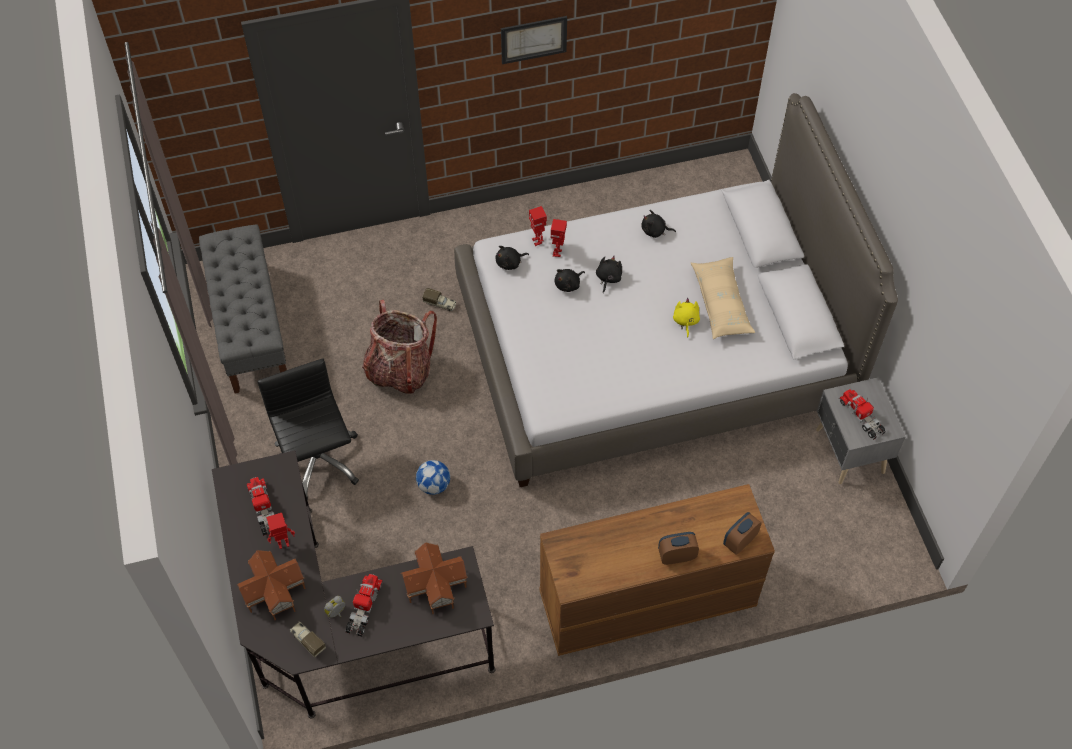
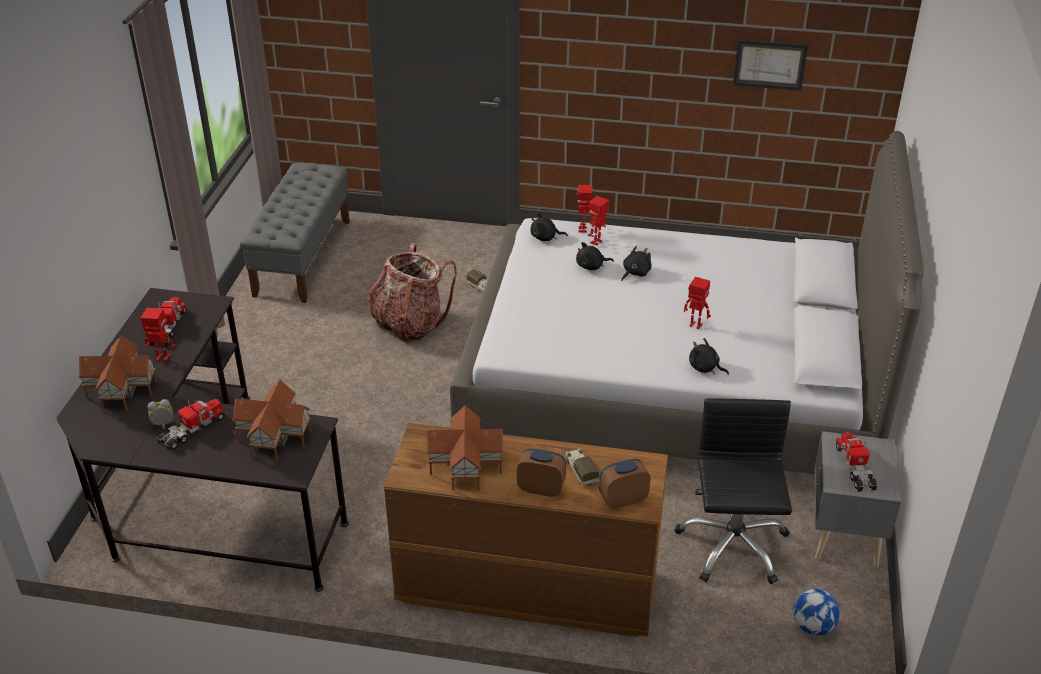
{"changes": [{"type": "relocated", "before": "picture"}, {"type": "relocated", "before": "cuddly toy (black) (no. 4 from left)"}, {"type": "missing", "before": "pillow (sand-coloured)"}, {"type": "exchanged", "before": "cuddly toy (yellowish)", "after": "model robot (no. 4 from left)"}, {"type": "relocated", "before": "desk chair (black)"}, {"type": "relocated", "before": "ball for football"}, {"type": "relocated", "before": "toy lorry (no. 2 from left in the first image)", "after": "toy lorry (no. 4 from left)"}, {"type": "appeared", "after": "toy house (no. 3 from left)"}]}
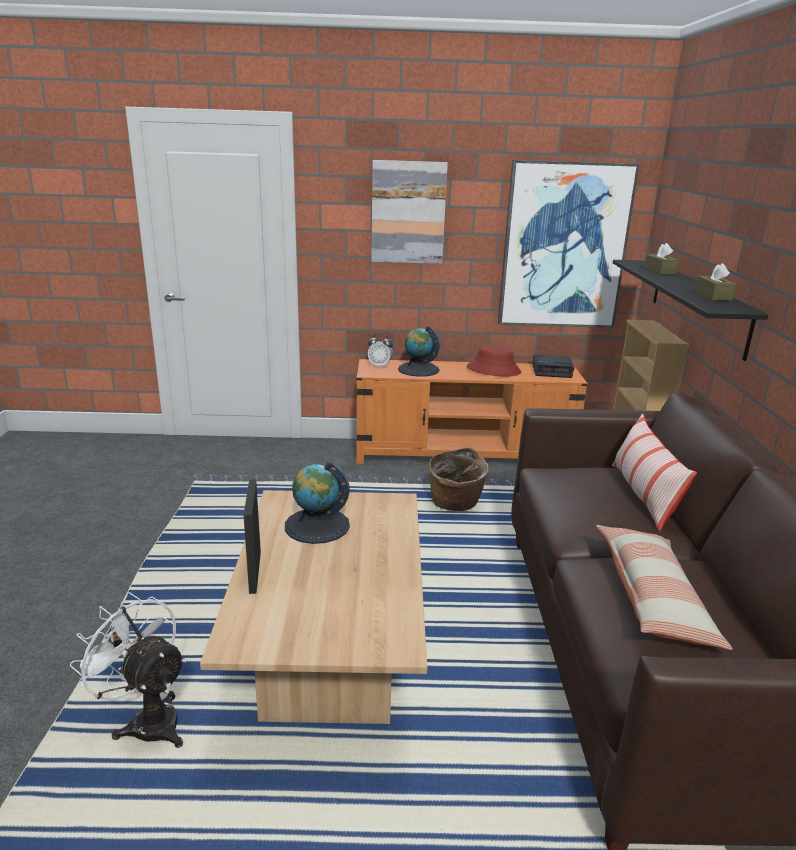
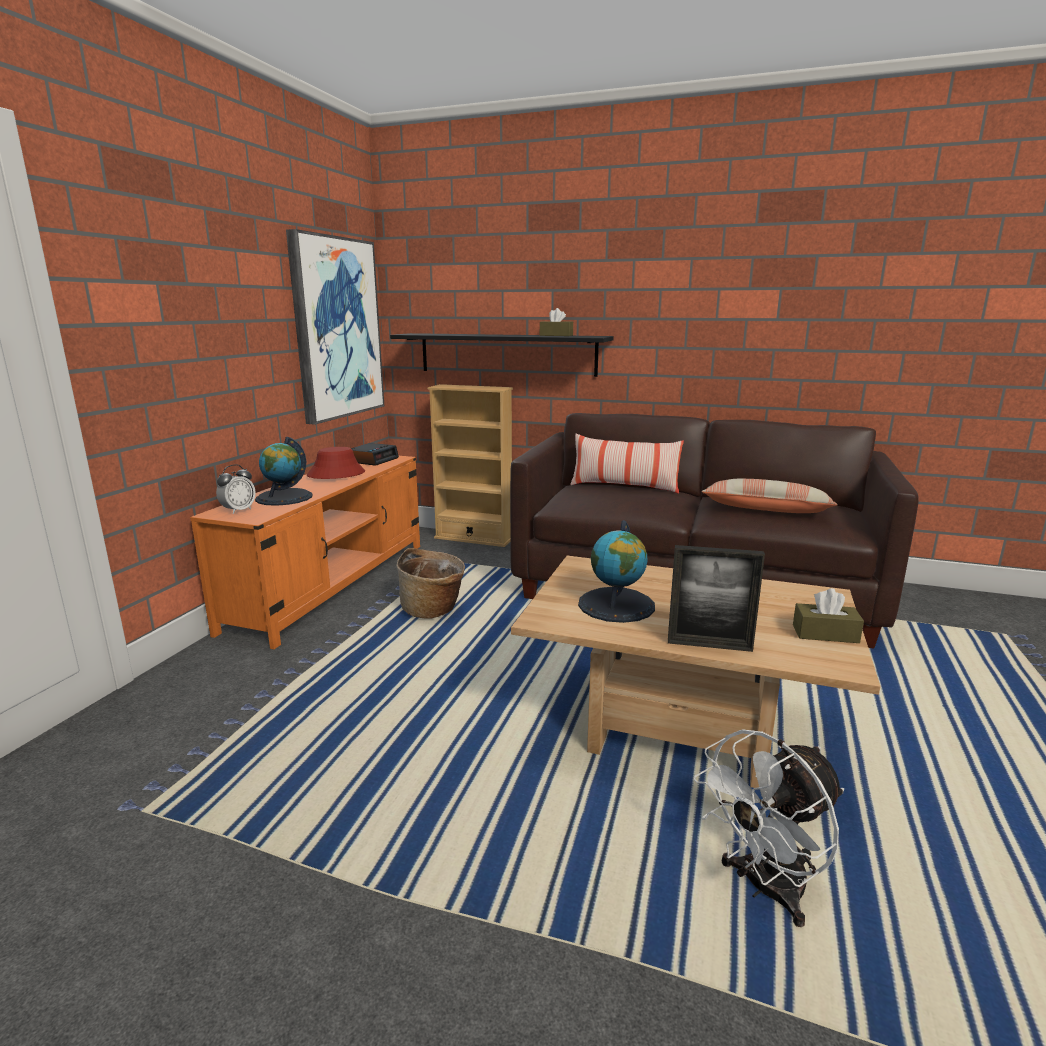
{"changes": [{"type": "missing", "before": "picture (no. 1 from left)"}, {"type": "relocated", "before": "box of tissues (brown-coloured) (no. 1 from left in the first image)", "after": "box of tissues (brown-coloured) (no. 2 from left)"}]}
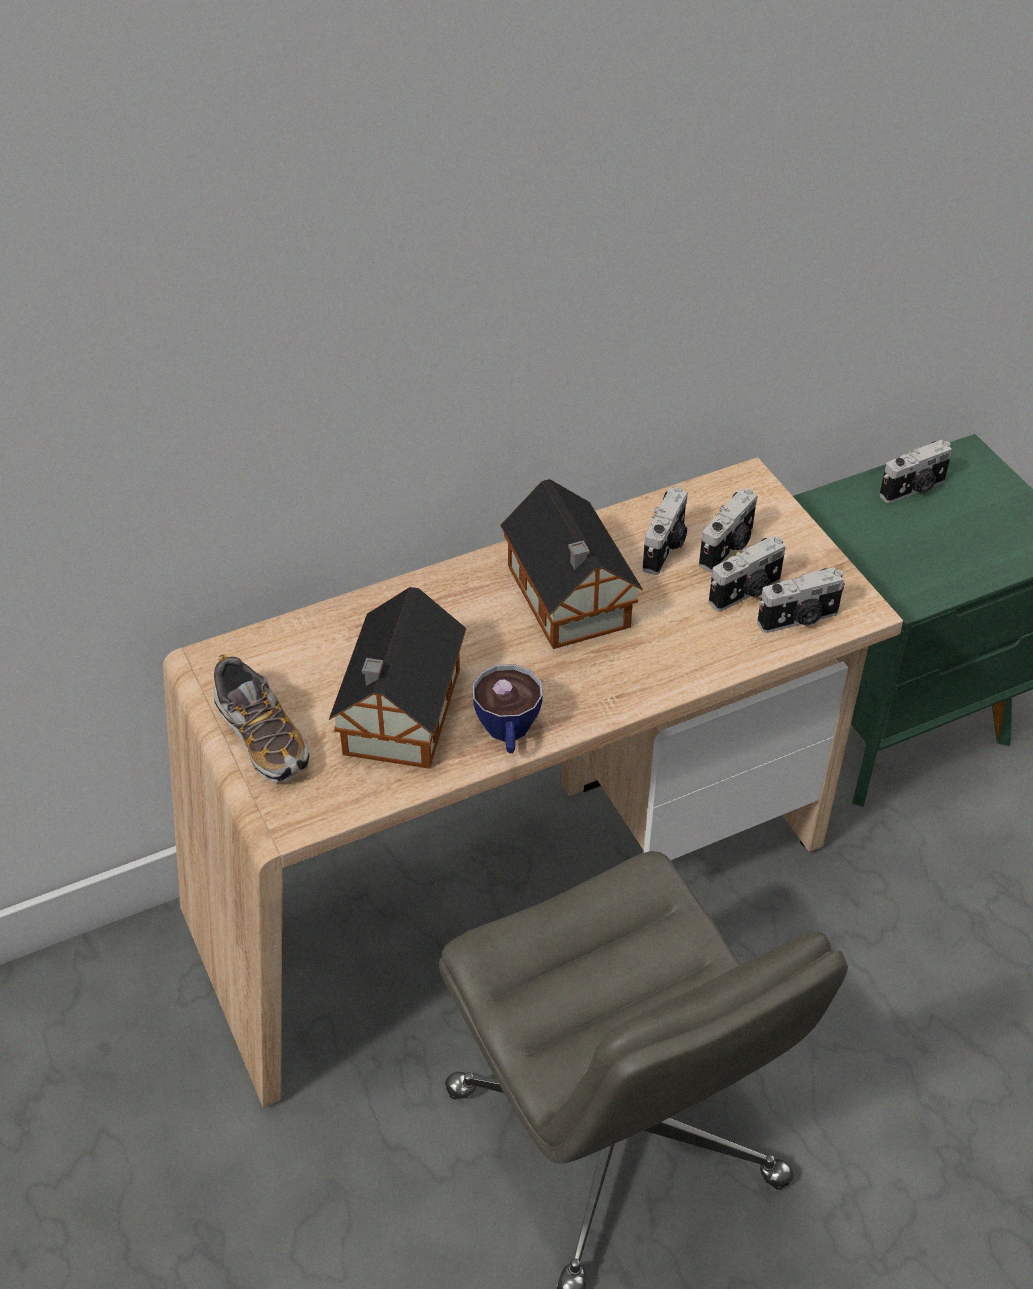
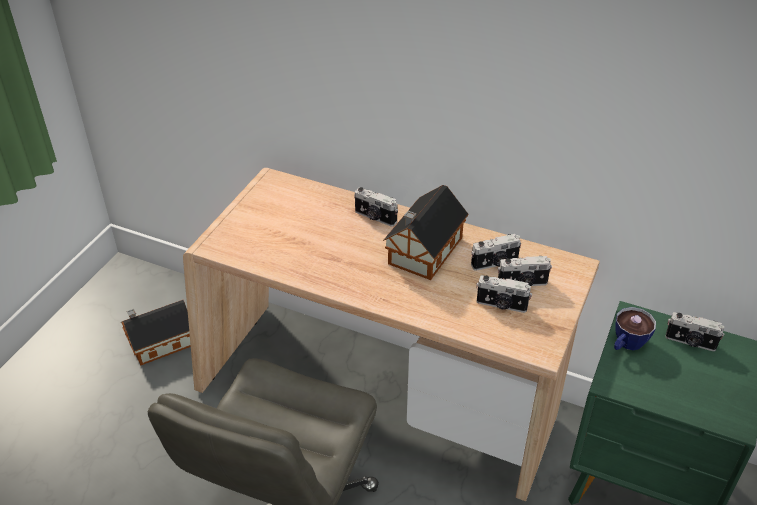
{"changes": [{"type": "relocated", "before": "photo camera (no. 4 from left in the first image)", "after": "photo camera (no. 1 from left)"}, {"type": "relocated", "before": "toy house (no. 1 from left)"}, {"type": "missing", "before": "shoe"}, {"type": "relocated", "before": "small cup"}]}
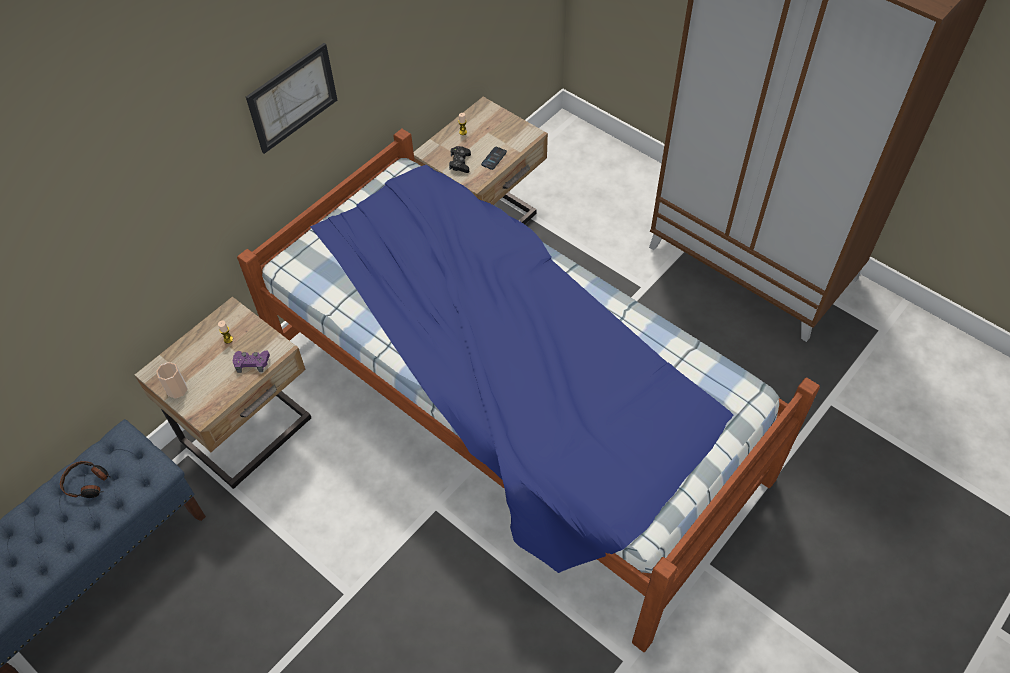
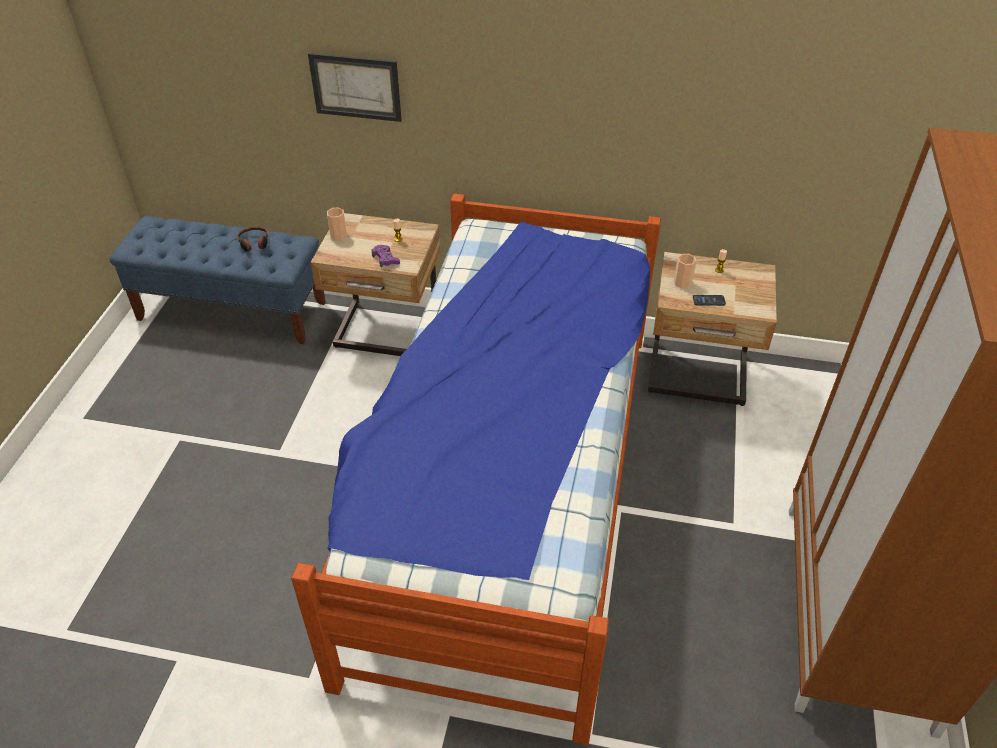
{"changes": [{"type": "relocated", "before": "picture"}, {"type": "exchanged", "before": "game controller (black)", "after": "small cup (no. 2 from left)"}]}
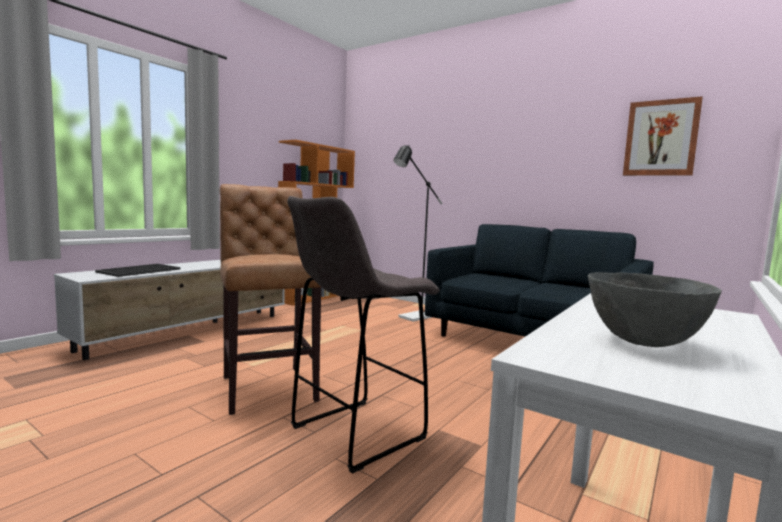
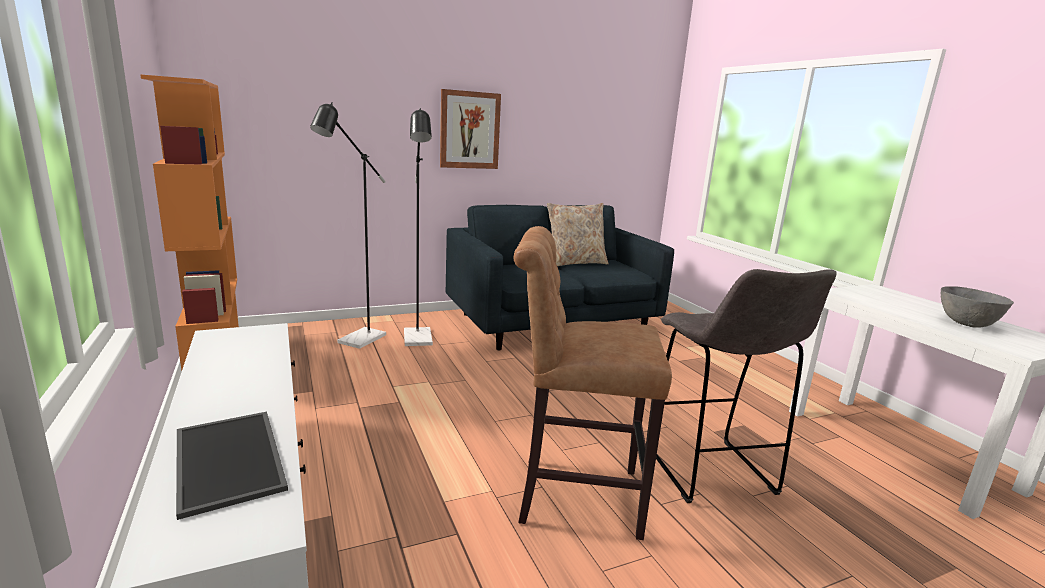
{"changes": [{"type": "relocated", "before": "picture"}, {"type": "appeared", "after": "floor lamp (black) (no. 1 from left)"}, {"type": "appeared", "after": "pillow (sand-coloured)"}]}
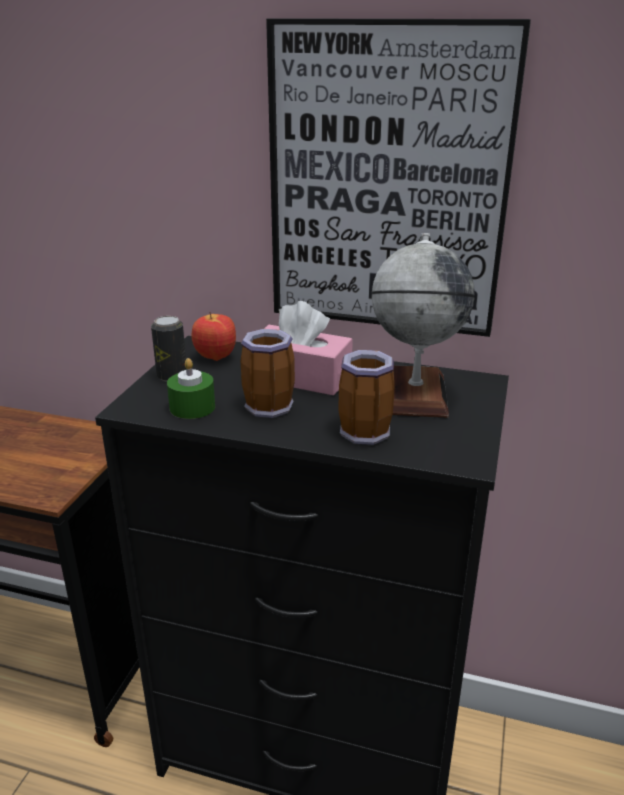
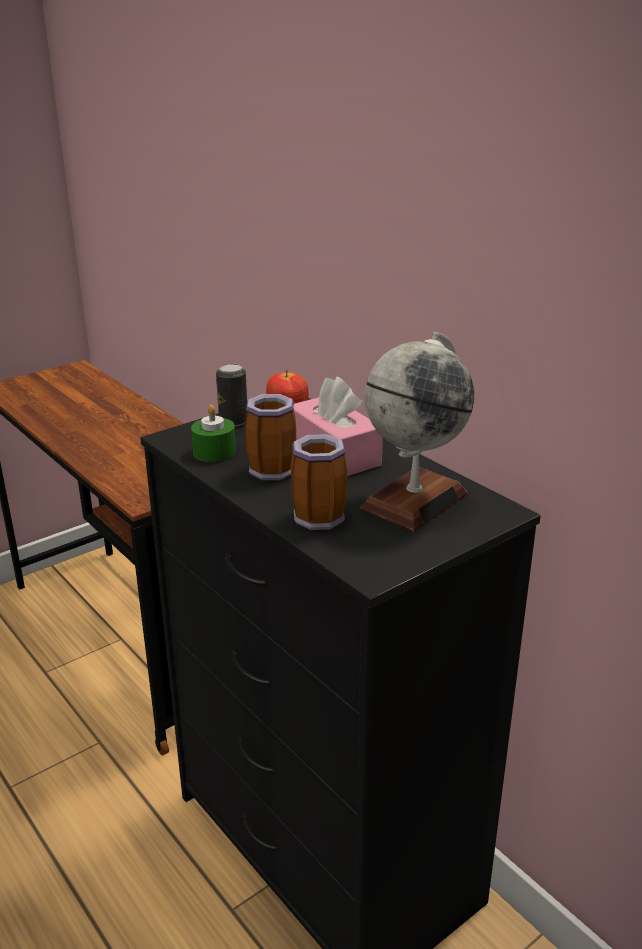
{"changes": [{"type": "missing", "before": "picture"}]}
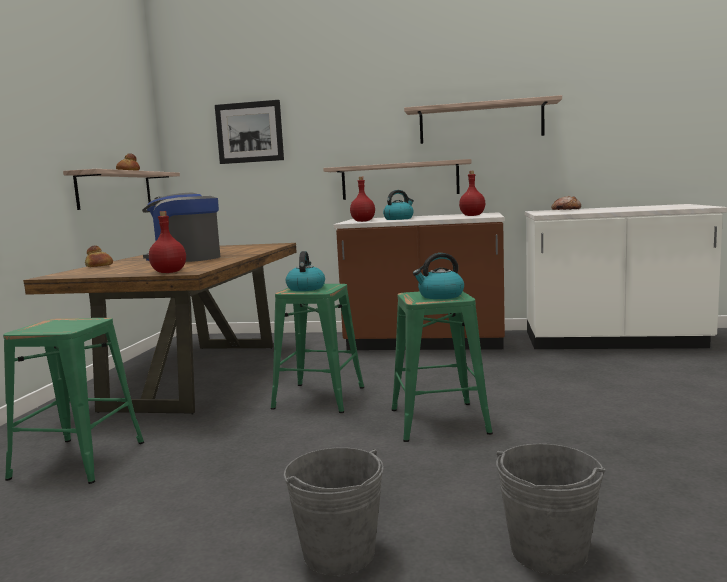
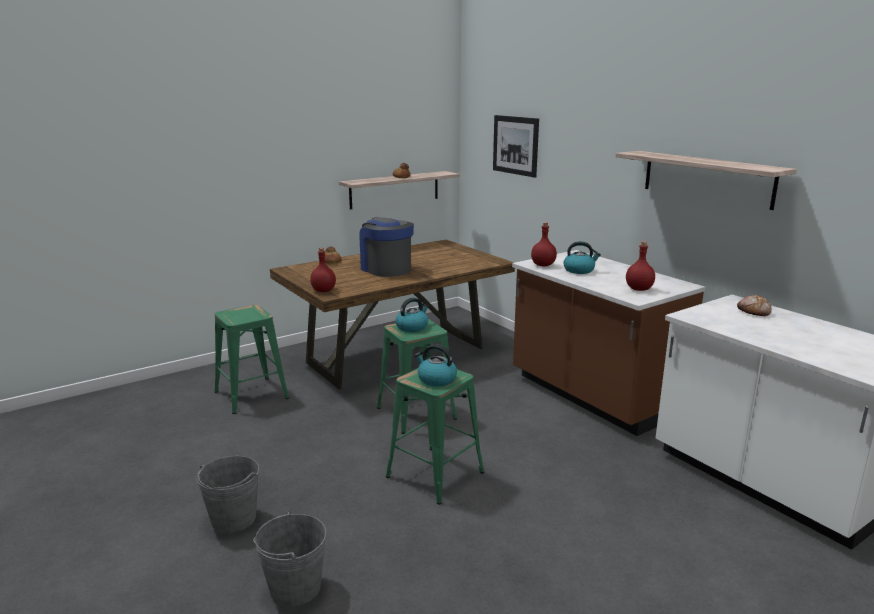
{"changes": [{"type": "missing", "before": "wall shelf (no. 2 from left)"}]}
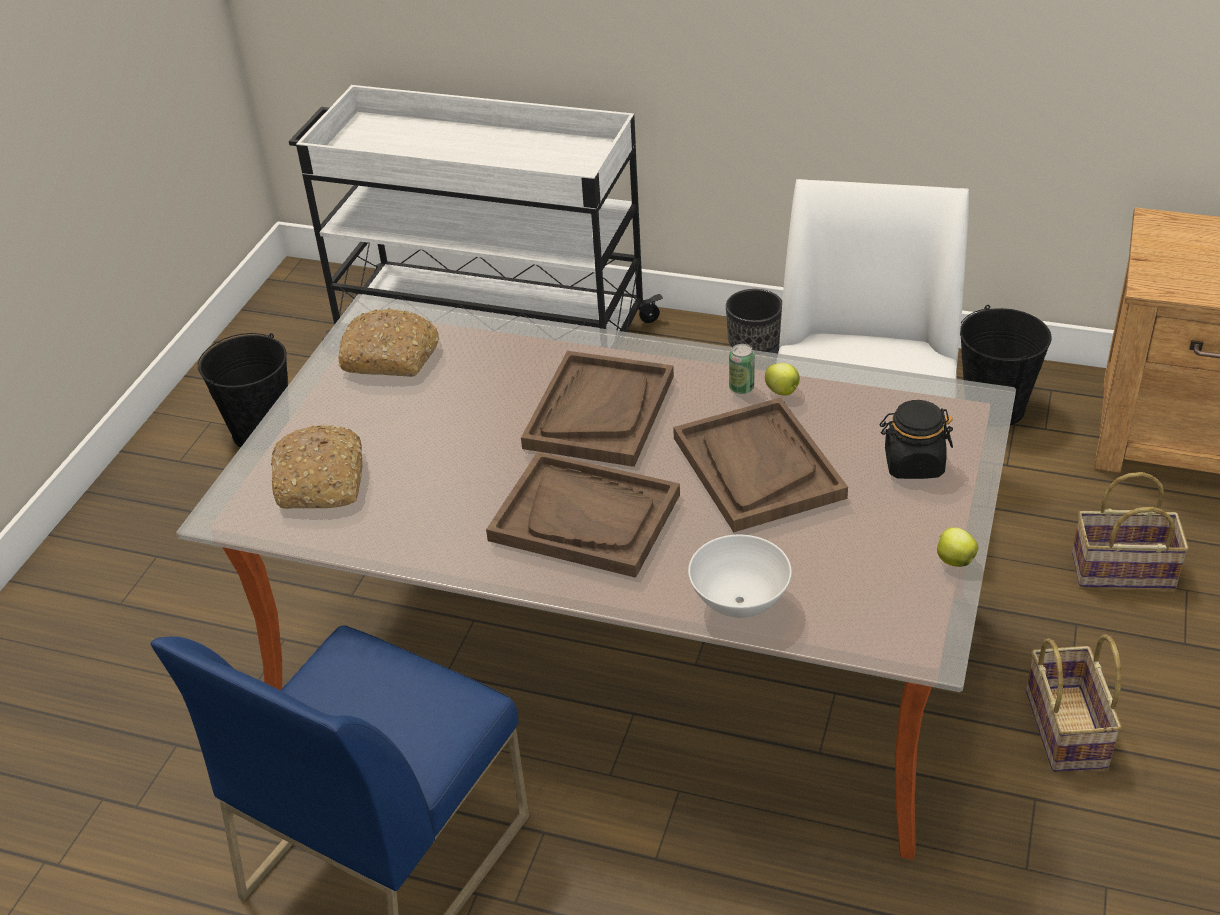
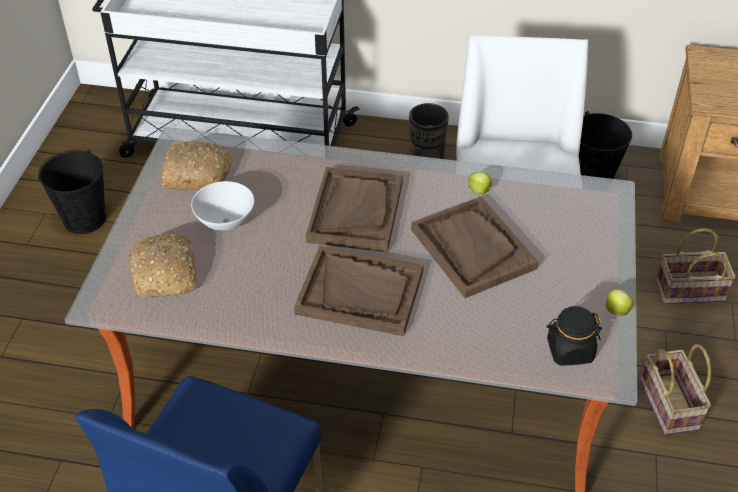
{"changes": [{"type": "missing", "before": "can"}, {"type": "relocated", "before": "jar (black)"}, {"type": "relocated", "before": "deep dish (whitish)"}]}
